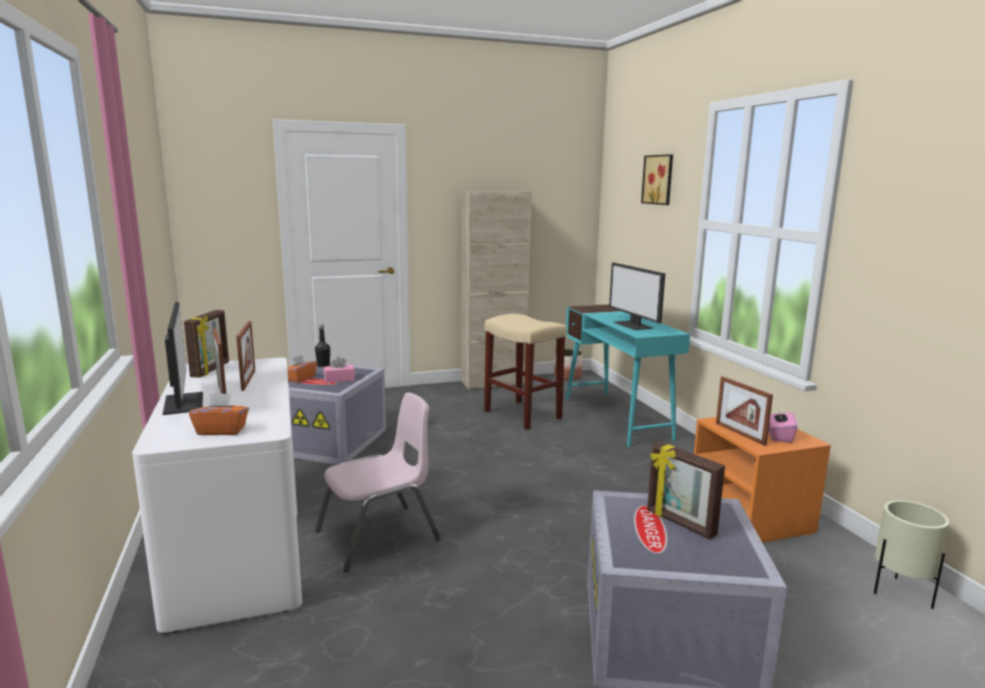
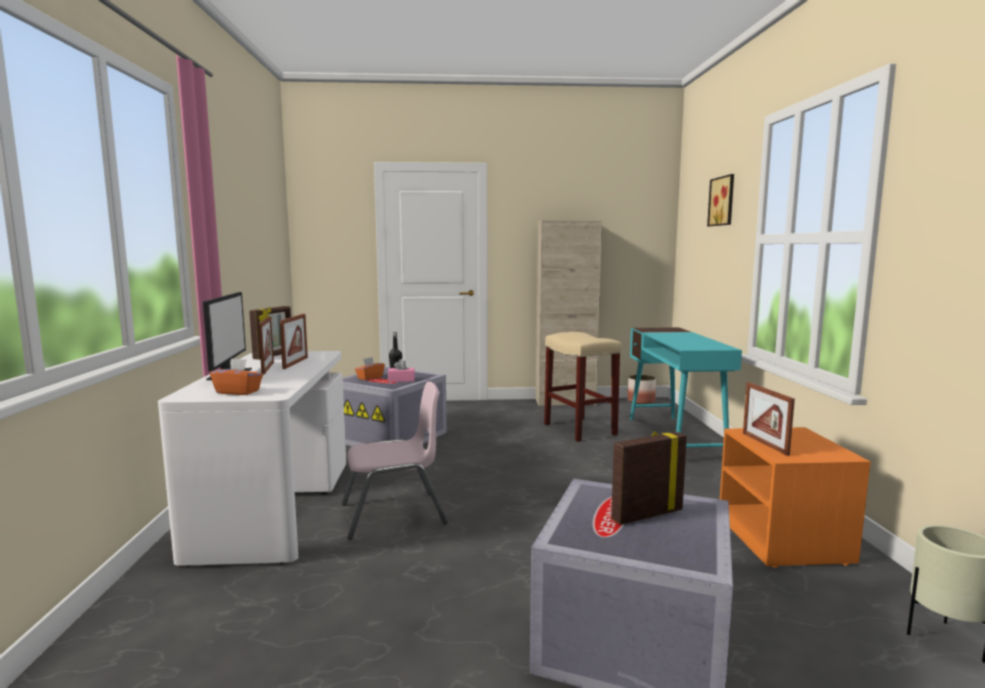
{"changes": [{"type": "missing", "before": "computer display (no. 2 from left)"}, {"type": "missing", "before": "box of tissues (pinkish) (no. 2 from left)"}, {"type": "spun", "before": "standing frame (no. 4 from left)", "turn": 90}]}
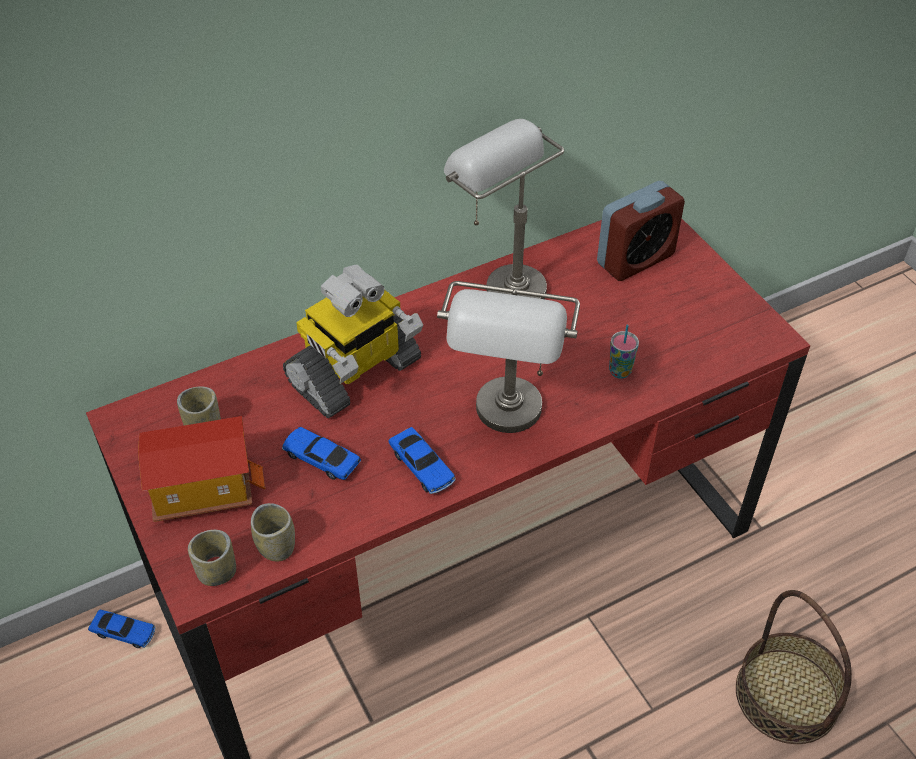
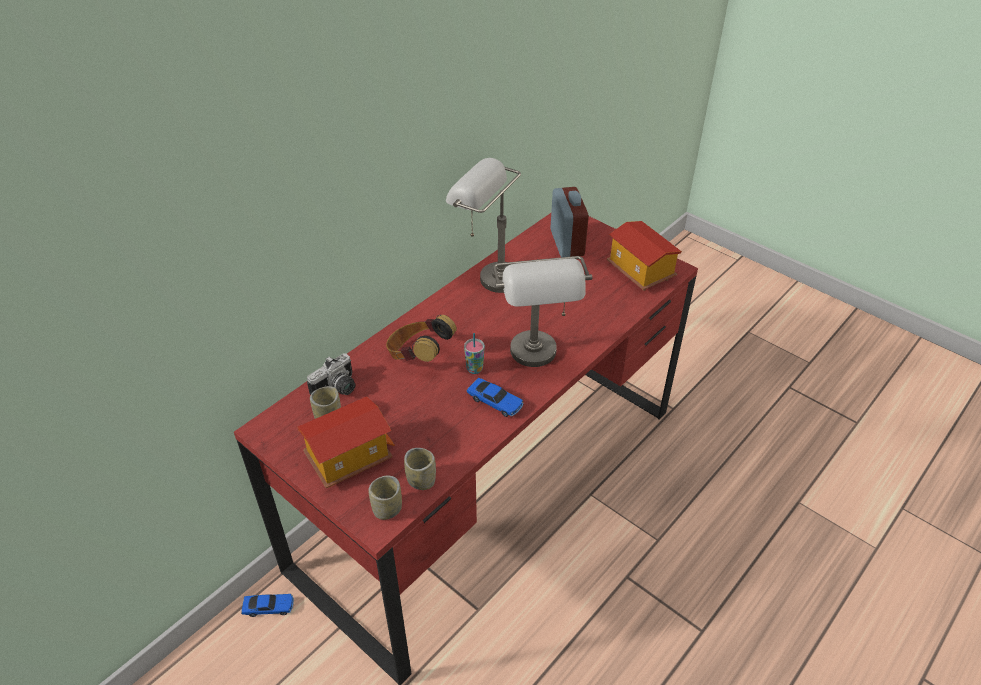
{"changes": [{"type": "spun", "before": "alarm clock", "turn": -45}, {"type": "exchanged", "before": "model robot", "after": "headphones"}, {"type": "relocated", "before": "small cup (no. 4 from left)"}, {"type": "missing", "before": "miniature car (no. 2 from left)"}, {"type": "missing", "before": "storage basket"}, {"type": "appeared", "after": "toy house (no. 2 from left)"}, {"type": "appeared", "after": "photo camera"}]}
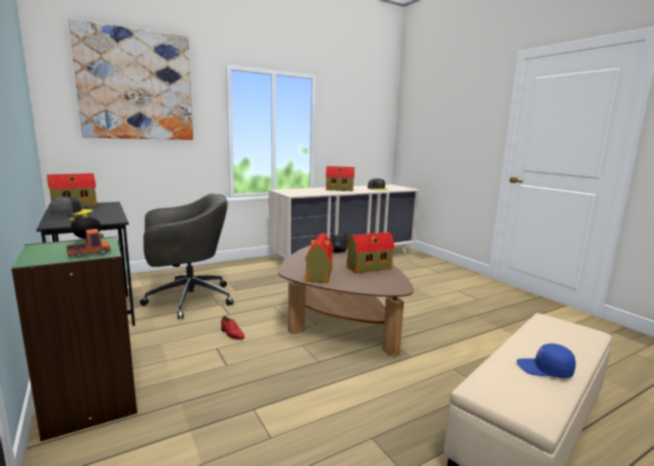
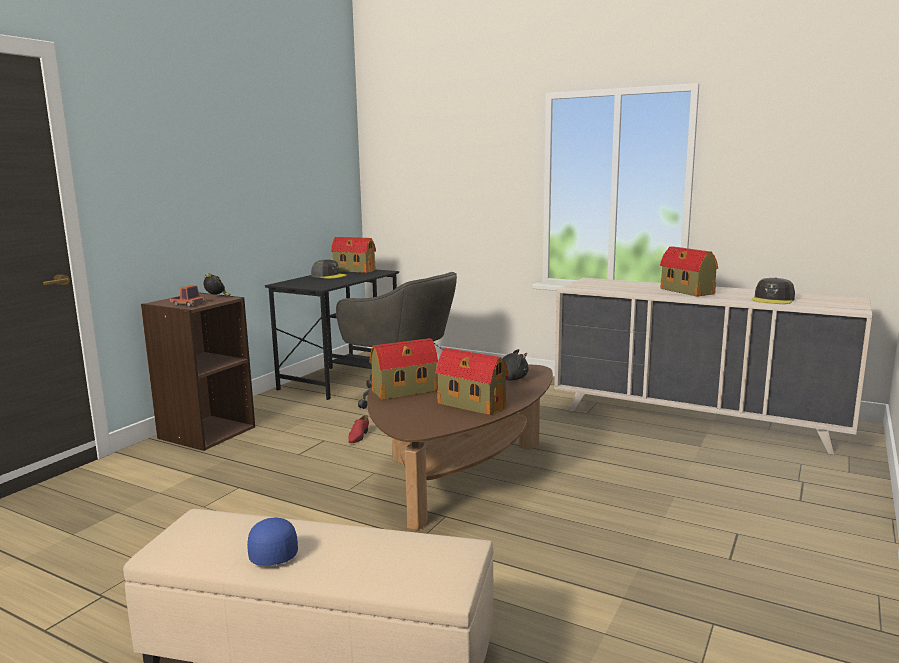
{"changes": [{"type": "missing", "before": "picture"}, {"type": "colour", "before": "bookcase (greenish)", "after": "bookcase (brown-coloured)"}]}
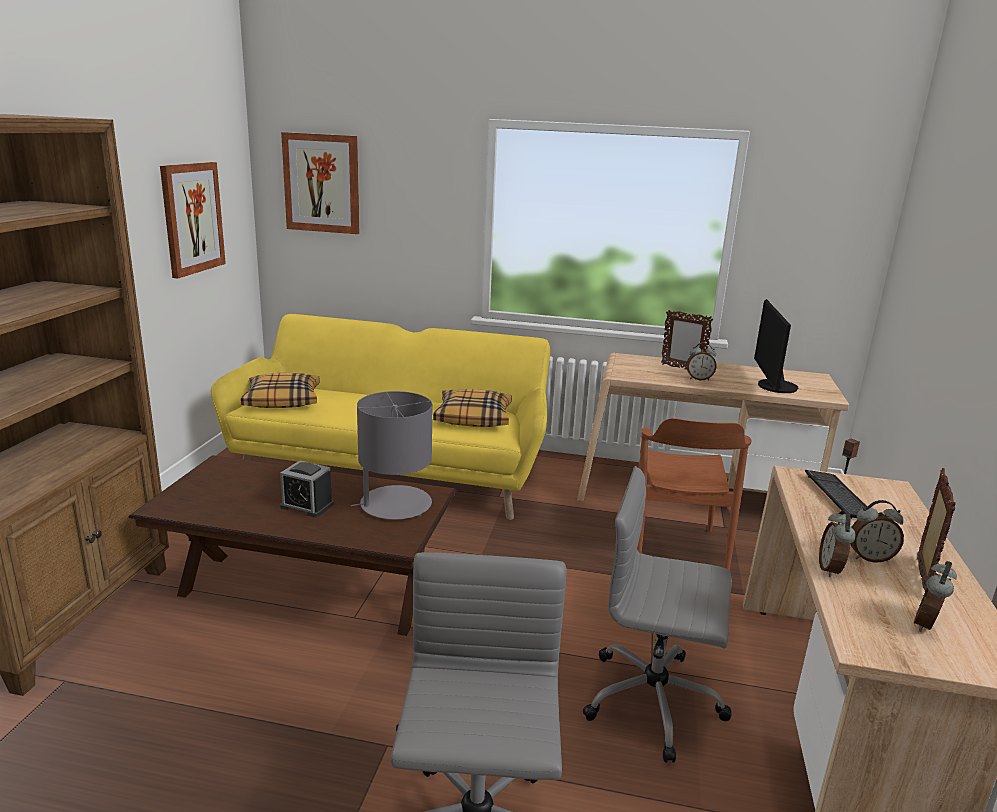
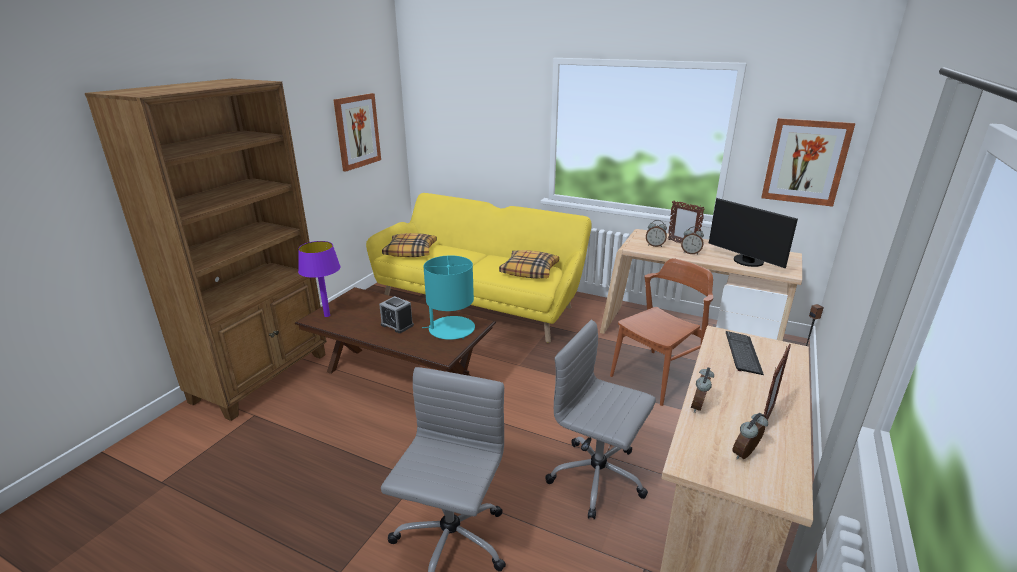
{"changes": [{"type": "relocated", "before": "picture (no. 2 from left)"}, {"type": "spun", "before": "computer display", "turn": -60}, {"type": "colour", "before": "table lamp (gray)", "after": "table lamp (turquoise)"}, {"type": "spun", "before": "upright chair (brown-coloured)", "turn": -150}, {"type": "relocated", "before": "alarm clock (no. 4 from left in the first image)", "after": "alarm clock (no. 2 from left)"}, {"type": "appeared", "after": "table lamp (purple-coloured)"}]}
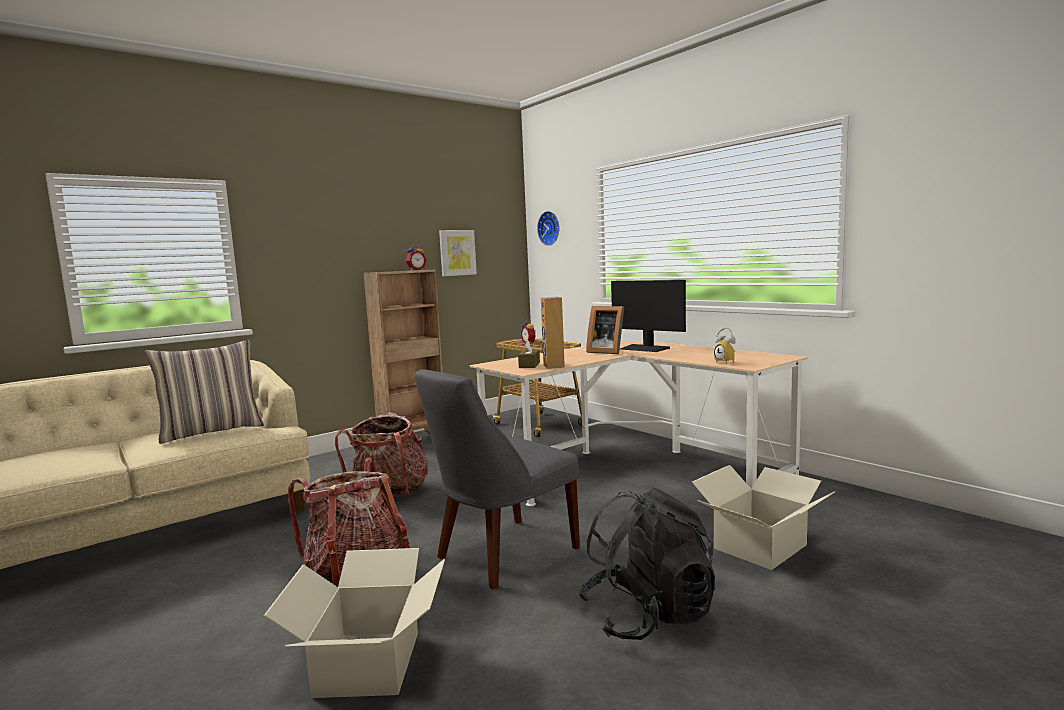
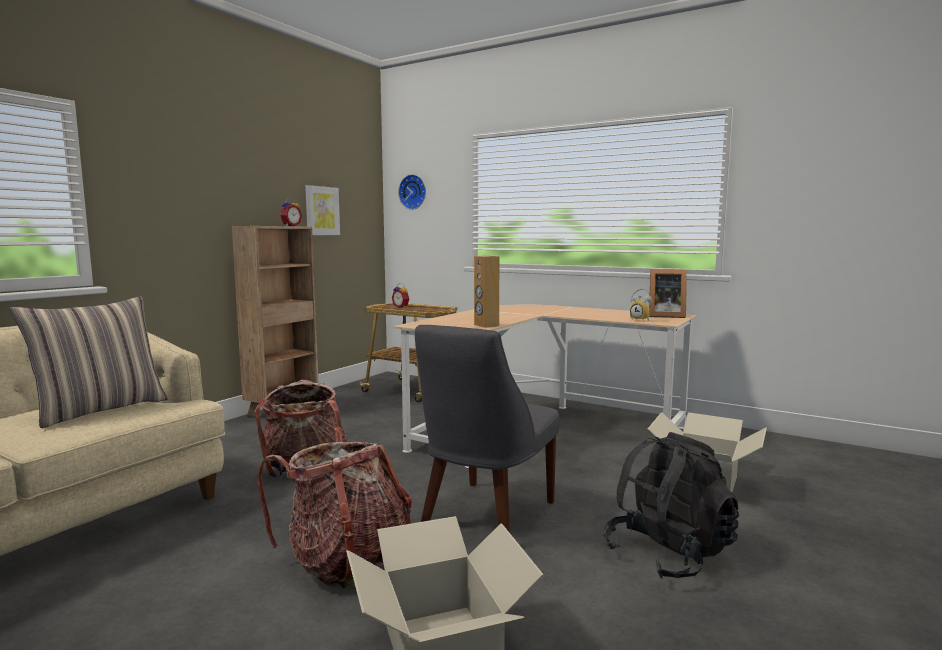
{"changes": [{"type": "missing", "before": "computer display"}, {"type": "relocated", "before": "standing frame"}, {"type": "missing", "before": "box of tissues (brown-coloured)"}]}
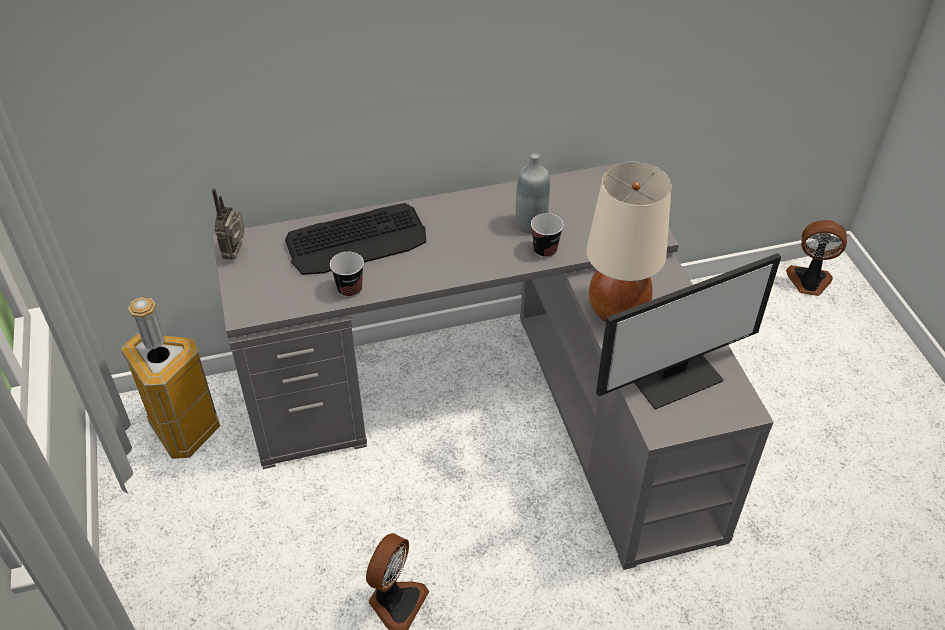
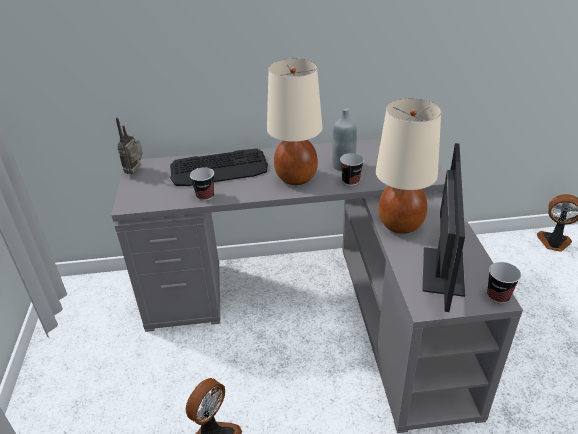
{"changes": [{"type": "spun", "before": "computer display", "turn": -60}, {"type": "missing", "before": "rubbish bin"}, {"type": "appeared", "after": "table lamp (sand-coloured) (no. 1 from left)"}, {"type": "appeared", "after": "small cup (no. 3 from left)"}]}
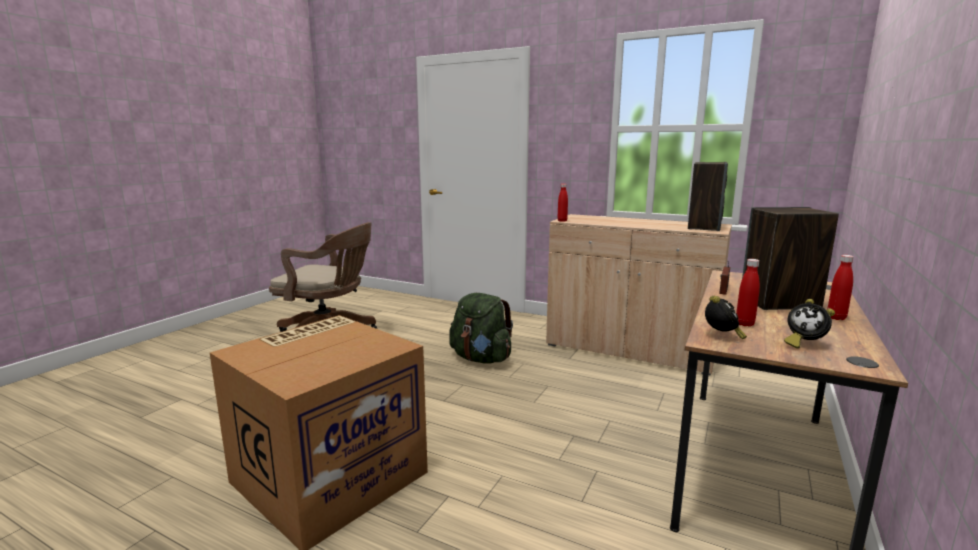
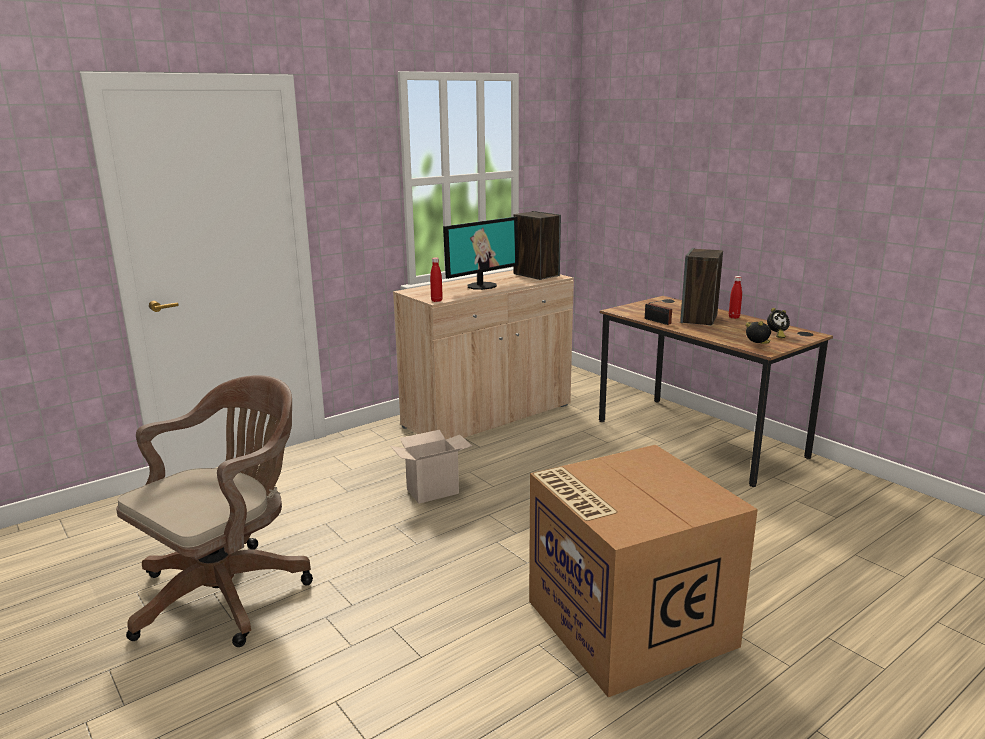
{"changes": [{"type": "missing", "before": "drink bottle (red-coloured) (no. 2 from left)"}, {"type": "exchanged", "before": "rucksack (greenish)", "after": "cardboard box (no. 1 from left)"}, {"type": "appeared", "after": "computer display"}]}
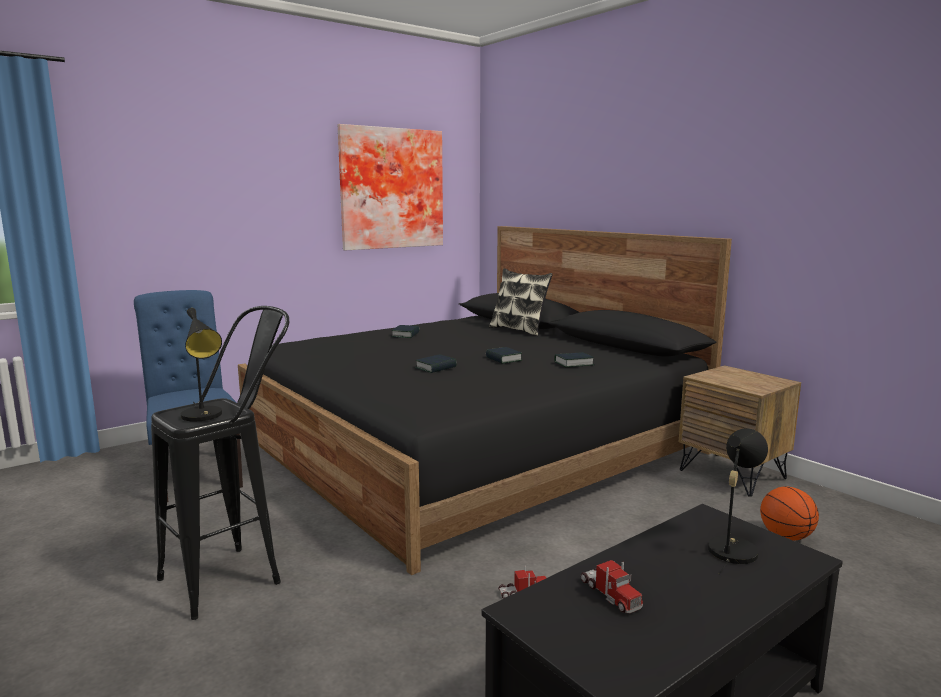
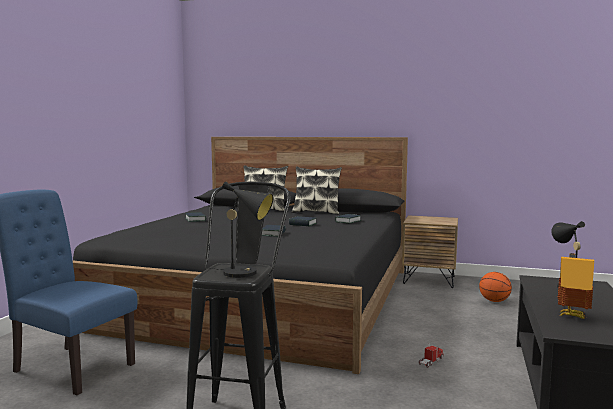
{"changes": [{"type": "missing", "before": "picture"}, {"type": "exchanged", "before": "toy lorry (no. 2 from left)", "after": "toy house"}, {"type": "appeared", "after": "pillow (no. 2 from left)"}]}
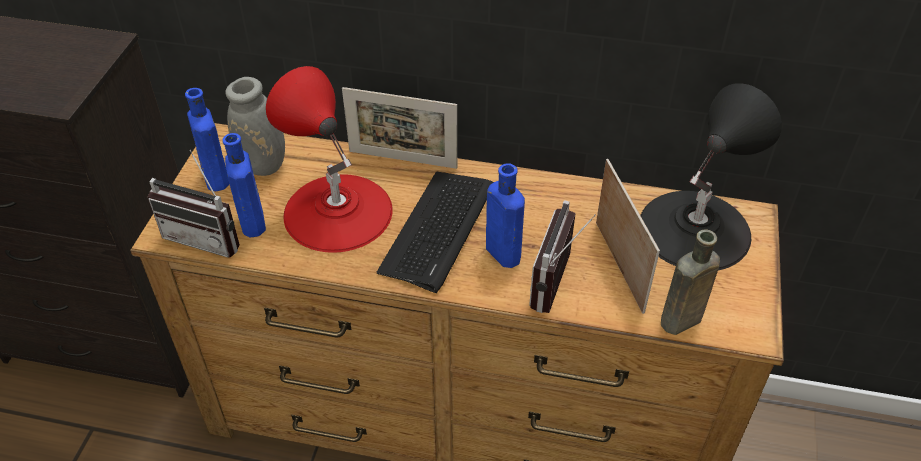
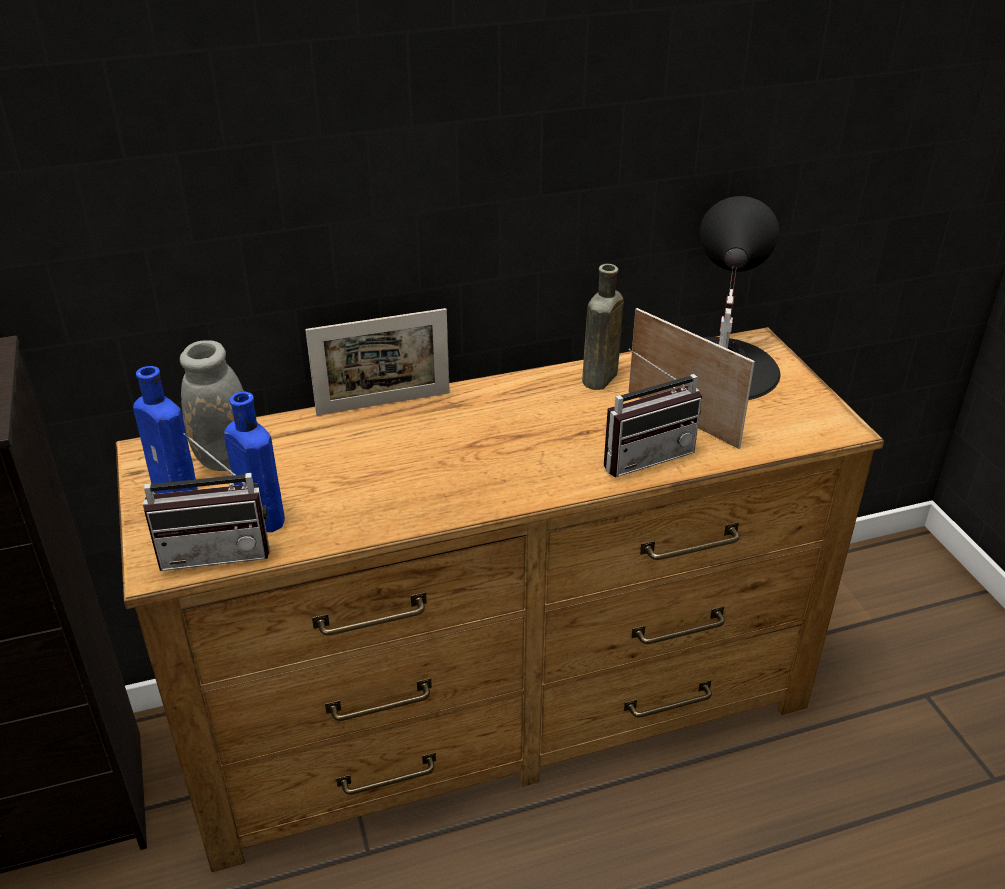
{"changes": [{"type": "missing", "before": "table lamp (red-coloured)"}, {"type": "missing", "before": "drink bottle (bluish) (no. 3 from left)"}, {"type": "missing", "before": "PC keyboard"}, {"type": "spun", "before": "radio set (no. 2 from left)", "turn": -105}, {"type": "relocated", "before": "drink bottle (brown-coloured)"}]}
